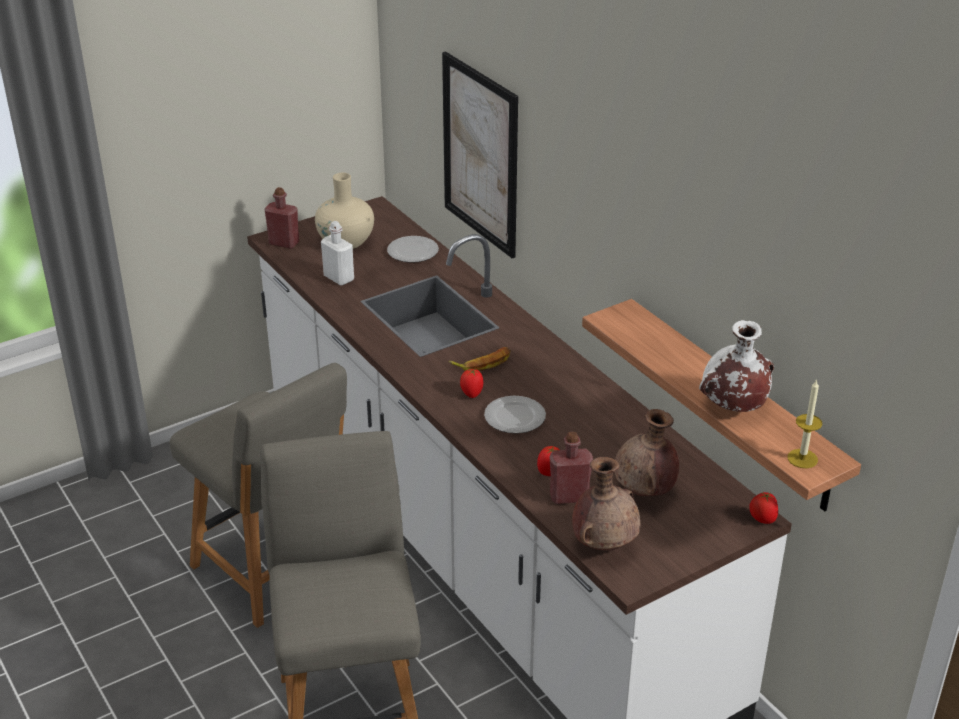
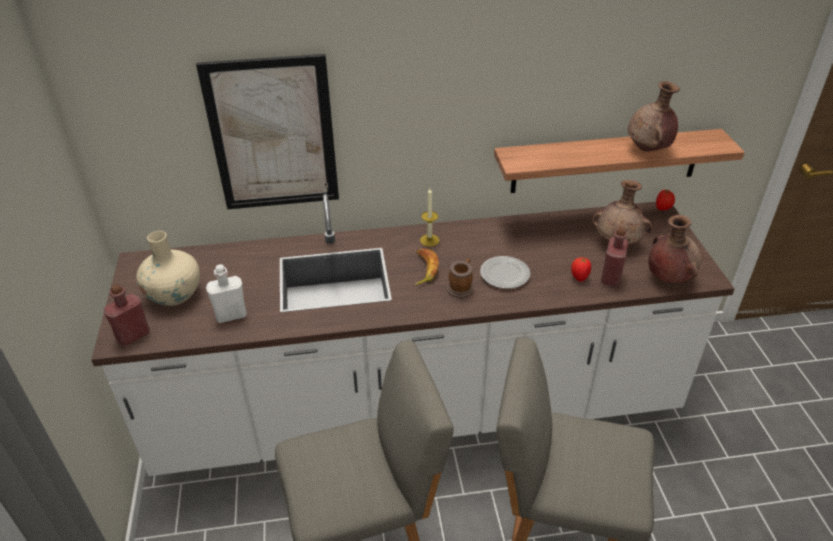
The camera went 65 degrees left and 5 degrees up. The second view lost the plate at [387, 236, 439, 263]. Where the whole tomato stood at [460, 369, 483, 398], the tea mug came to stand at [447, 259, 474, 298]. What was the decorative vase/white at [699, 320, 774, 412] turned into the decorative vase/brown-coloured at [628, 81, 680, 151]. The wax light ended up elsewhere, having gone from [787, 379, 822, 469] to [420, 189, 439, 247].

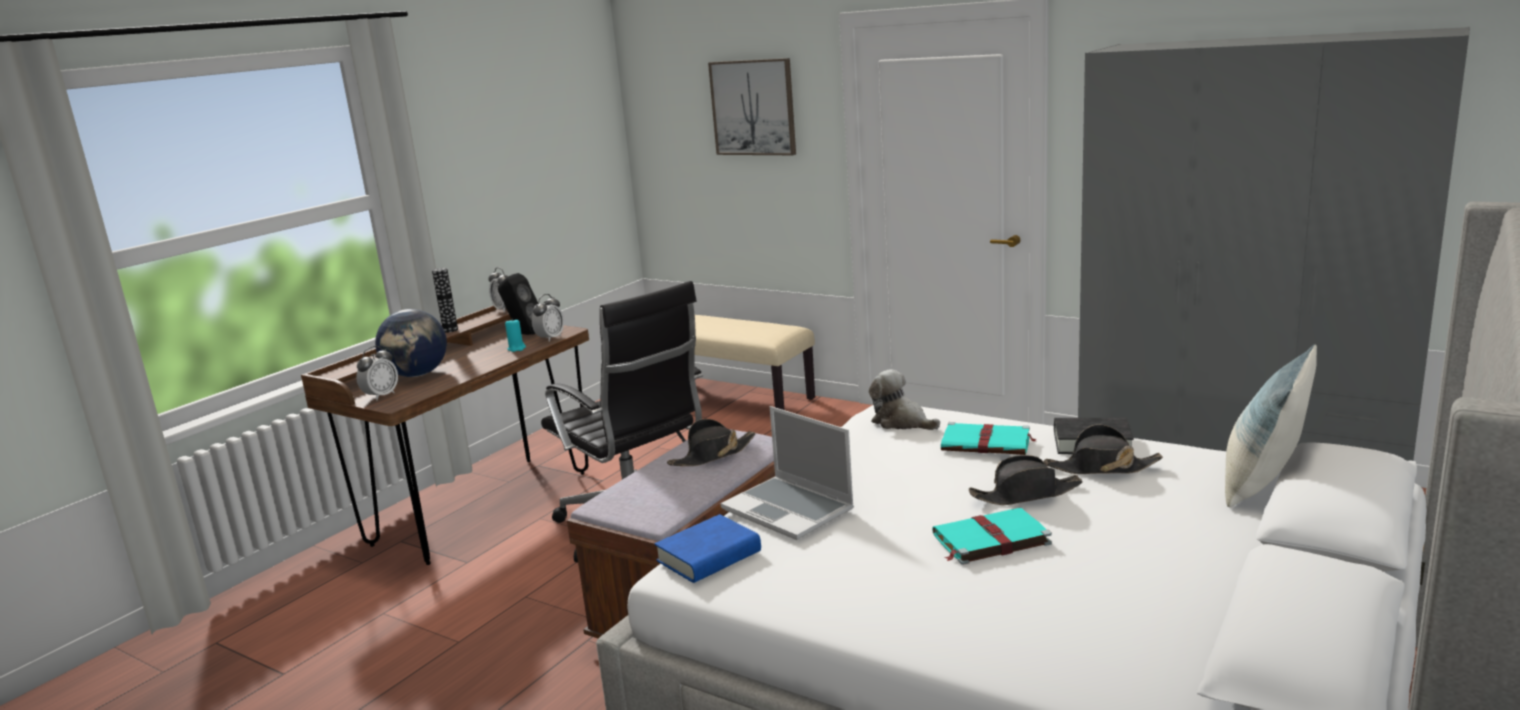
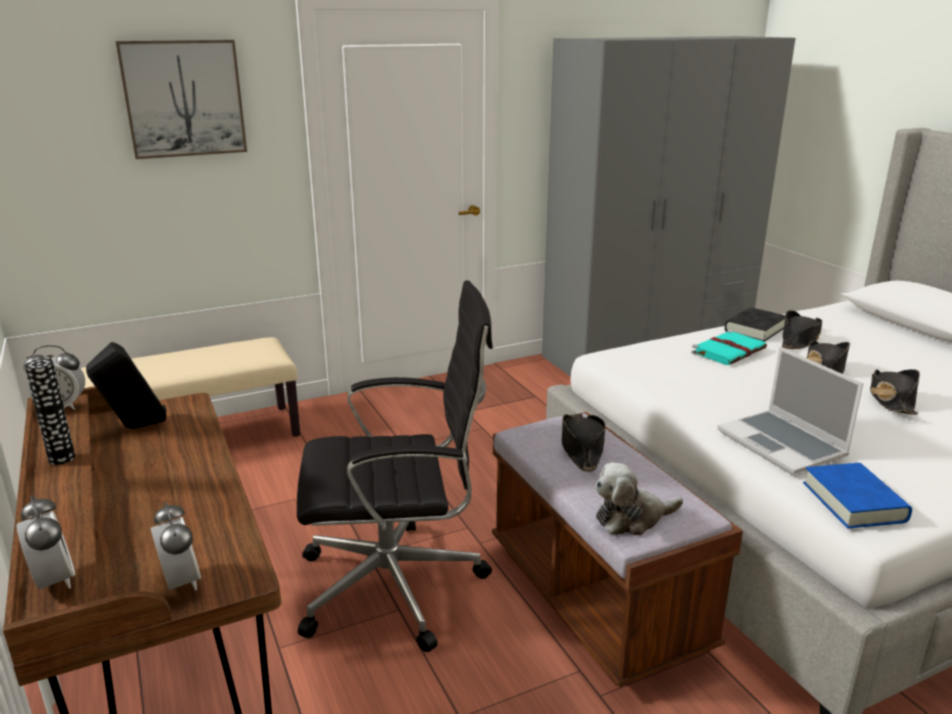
The camera went 60 degrees left and 5 degrees up. The second view lost the globe at [375, 309, 447, 377]. The second view lost the wax light/blue-green at [505, 319, 526, 352]. The alarm clock ended up elsewhere, having gone from [532, 294, 564, 342] to [17, 495, 75, 589]. The notebook computer at [720, 406, 854, 540] ended up facing another way, 75 degrees clockwise from before. The cuddly toy ended up elsewhere, having gone from [869, 369, 940, 430] to [595, 462, 683, 536]. Where the volume/blue-green stood at [932, 508, 1052, 565], the hat/black-coloured came to stand at [870, 369, 920, 415]. The second view lost the cushion at [1225, 345, 1317, 508].

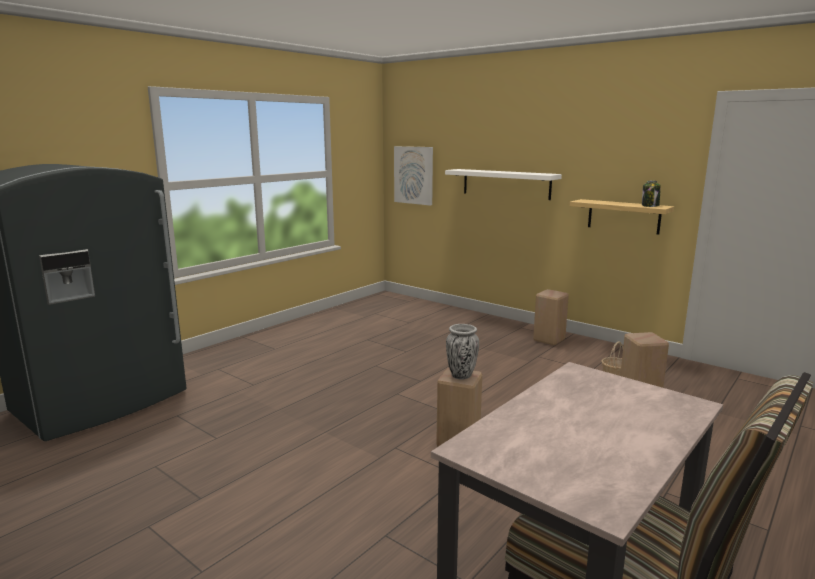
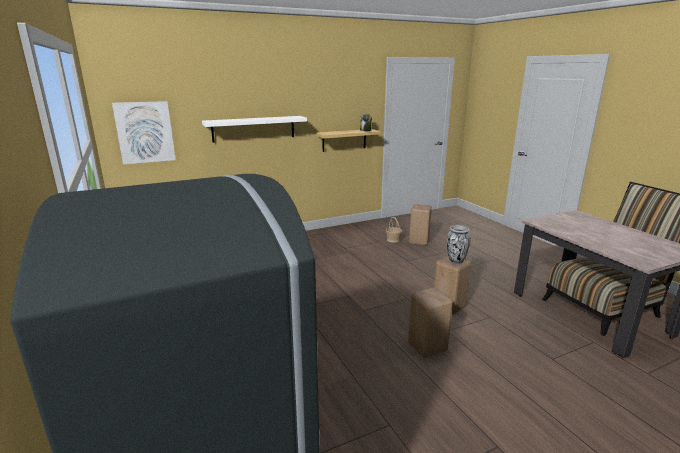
The camera went 65 degrees left and 5 degrees up. The sitting stool/beige ended up elsewhere, having gone from [533, 289, 569, 345] to [408, 288, 453, 358].

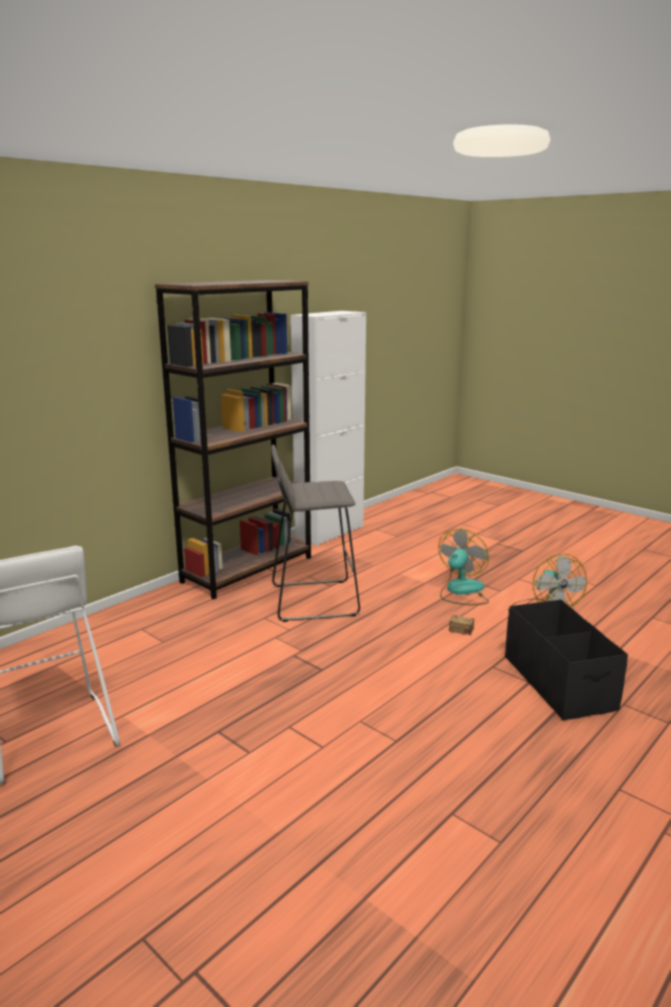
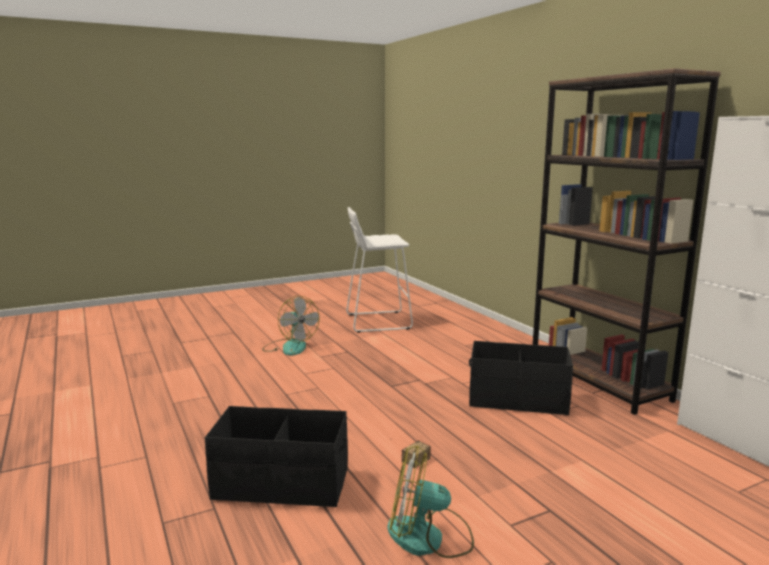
The camera went 110 degrees right and 5 degrees down. Where the sitting stool/greyish stood at [271, 445, 360, 622], the storage box/black-coloured came to stand at [469, 341, 573, 415]. The cooling fan ended up elsewhere, having gone from [438, 529, 489, 605] to [262, 296, 320, 356].

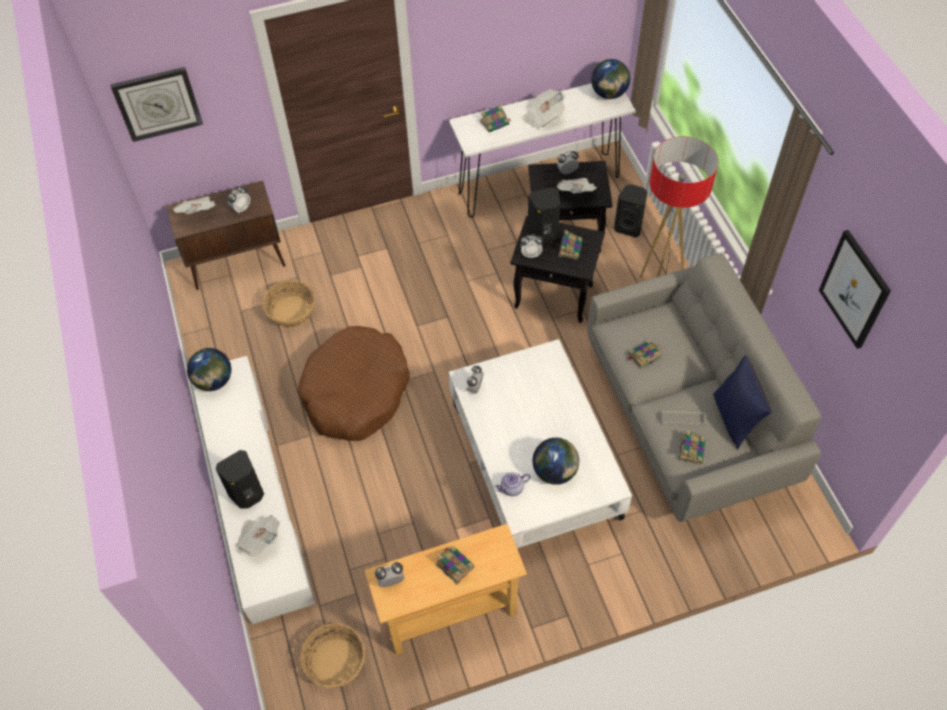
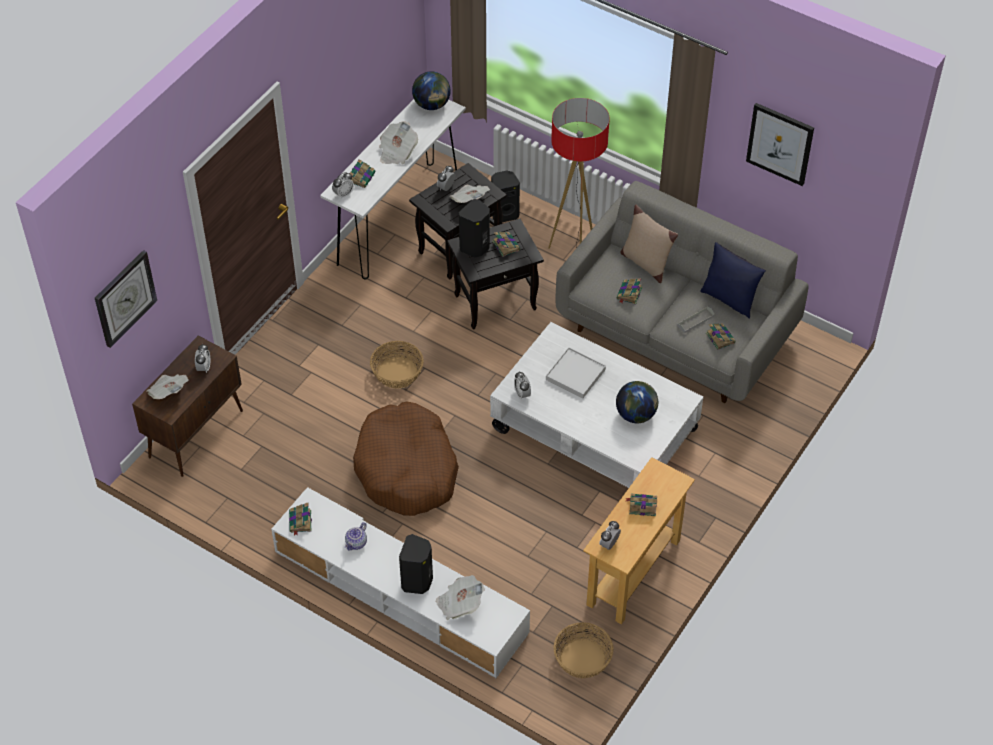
The camera went 40 degrees left and 5 degrees down. Where the globe stood at [187, 348, 231, 391], the volume came to stand at [289, 503, 312, 536]. The storage basket ended up elsewhere, having gone from [262, 280, 315, 328] to [370, 341, 424, 389]. The pot for tea ended up elsewhere, having gone from [494, 472, 531, 496] to [345, 522, 367, 550]. The alarm clock ended up elsewhere, having gone from [520, 235, 543, 258] to [332, 172, 354, 199]. The second view gained the carrying tray/white at [546, 347, 606, 398]. The second view gained the cushion/beige at [620, 205, 678, 283].

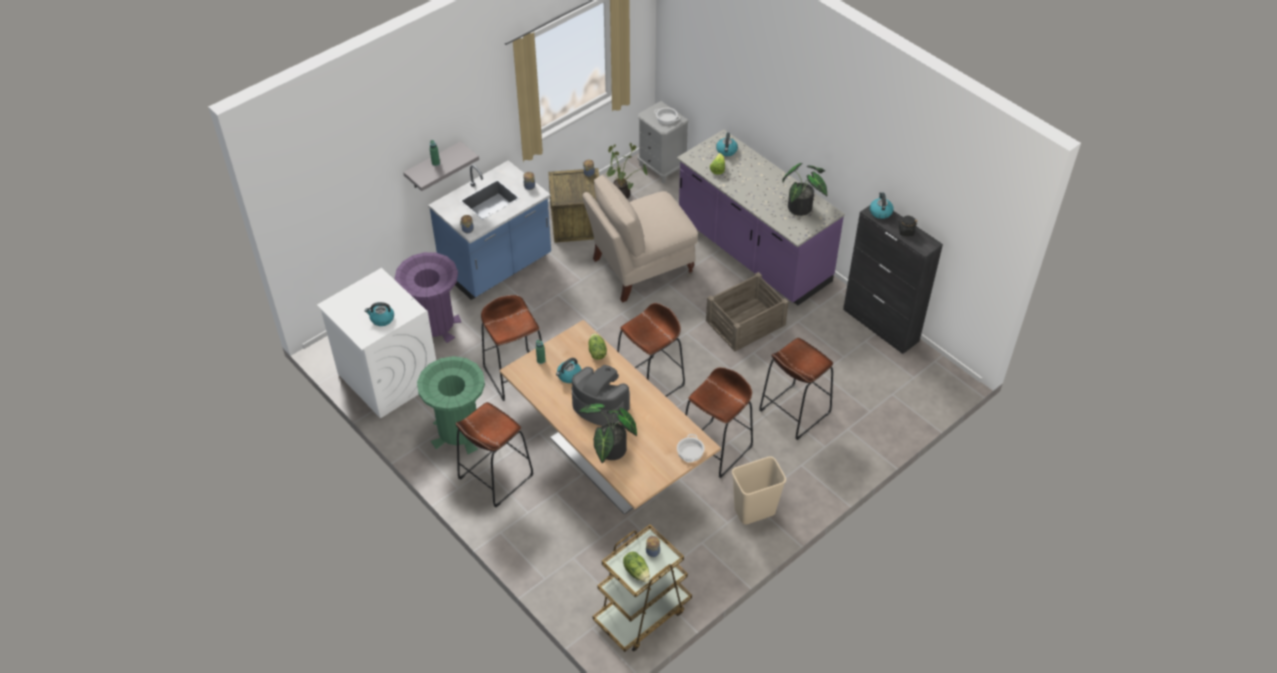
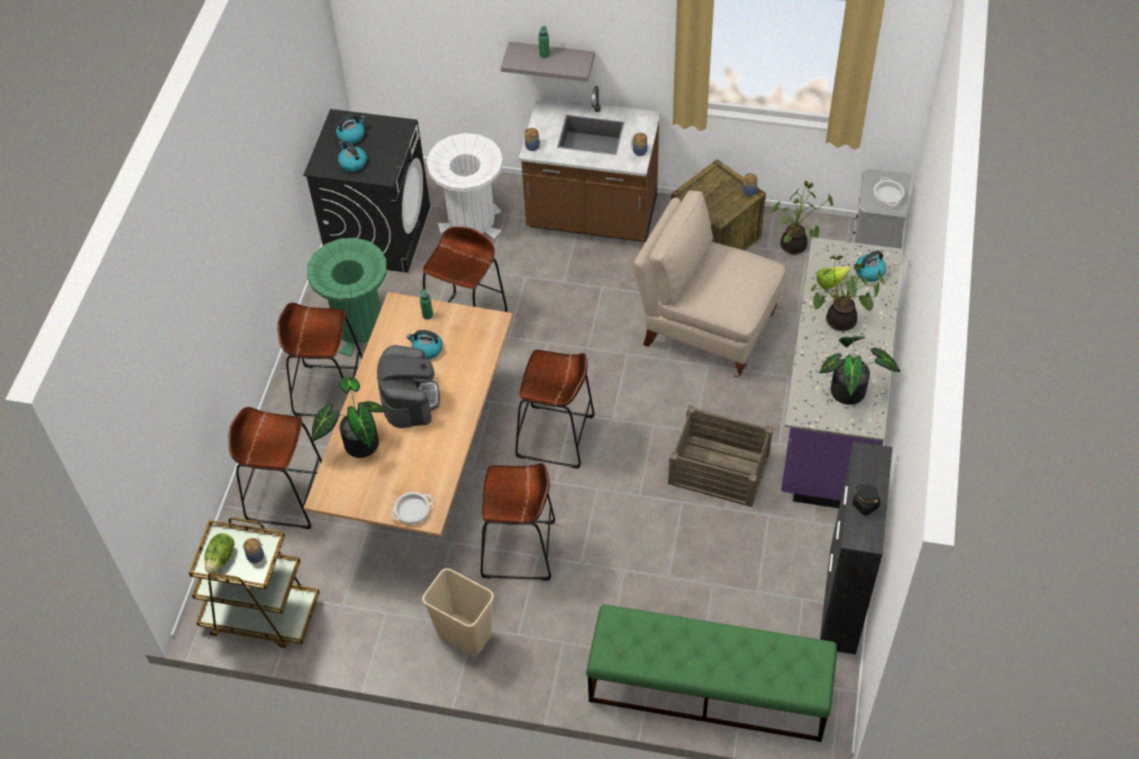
The camera went 55 degrees right and 5 degrees up. What was the laundry appliance/white at [317, 268, 436, 419] turned into the laundry appliance/black-coloured at [303, 109, 430, 273]. What was the trash can/purplish at [395, 252, 462, 343] turned into the trash can/white at [427, 133, 503, 239]. What was the kitchen counter/blue at [428, 160, 551, 300] turned into the kitchen counter/brown-coloured at [519, 86, 661, 242]. The second view lost the lettuce at [588, 333, 607, 360]. The sitting stool/brown-coloured ended up elsewhere, having gone from [759, 338, 833, 440] to [228, 407, 322, 529]. The water kettle ended up elsewhere, having gone from [870, 192, 894, 219] to [336, 114, 365, 144]. The second view gained the long seat/green-coloured at [586, 604, 837, 742]. The second view gained the houseplant at [811, 256, 885, 331].

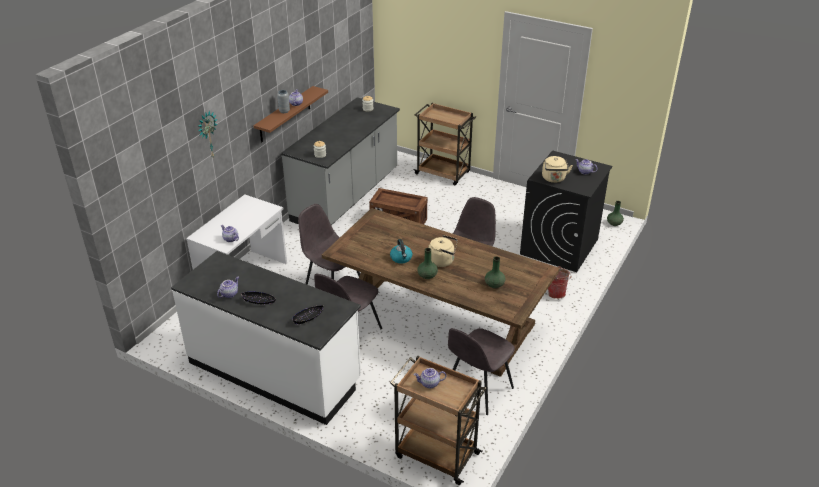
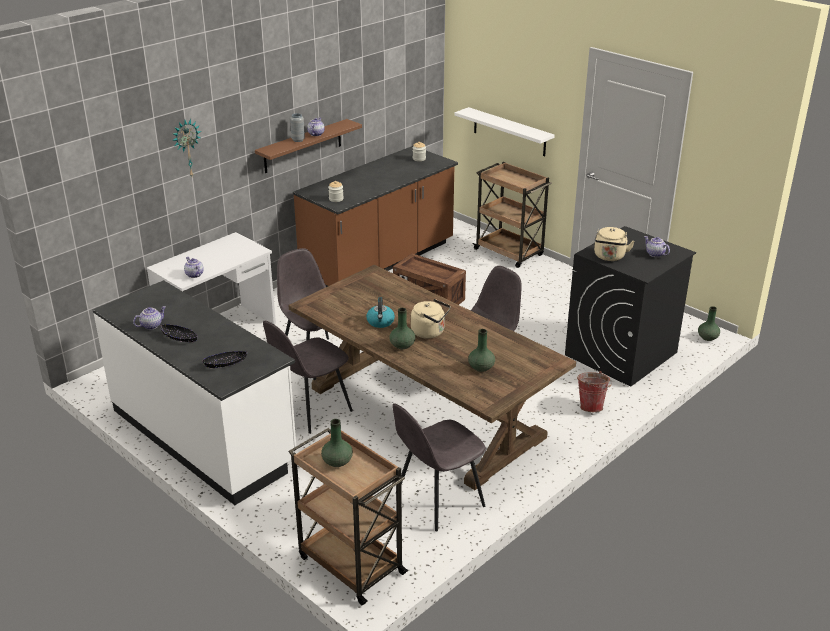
The camera went 15 degrees right and 5 degrees down. What was the kitchen counter/greyish at [281, 97, 400, 225] turned into the kitchen counter/brown-coloured at [293, 146, 458, 287]. Where the pot for tea stood at [413, 368, 446, 388], the decorative vase/green-coloured came to stand at [321, 419, 353, 467]. The second view gained the bracket shelf/white at [454, 107, 555, 156].

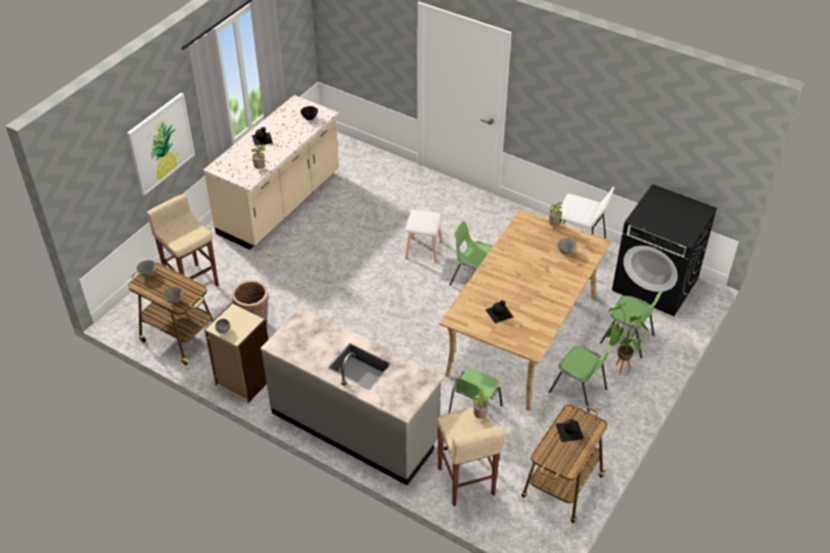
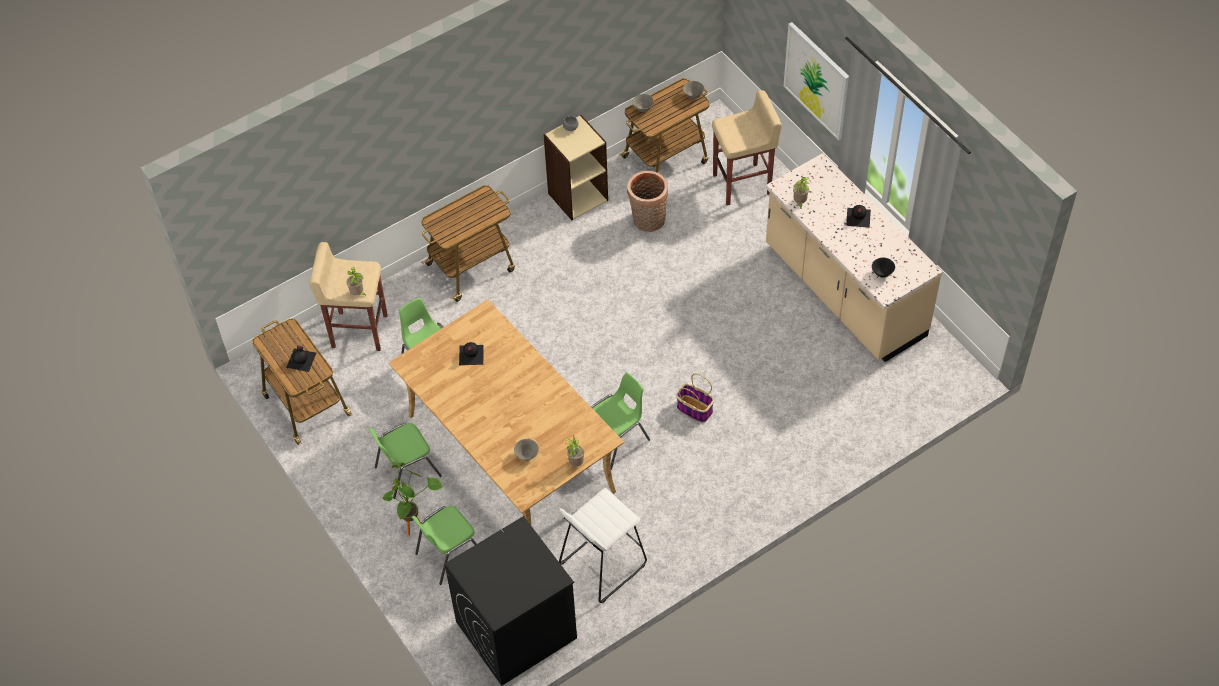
The camera went 115 degrees right and 10 degrees up. Where the kitchen counter/greyish stood at [260, 307, 444, 485], the trolley came to stand at [421, 185, 515, 302]. Where the sitting stool/white stood at [405, 210, 442, 263], the storage basket came to stand at [676, 373, 714, 422].

